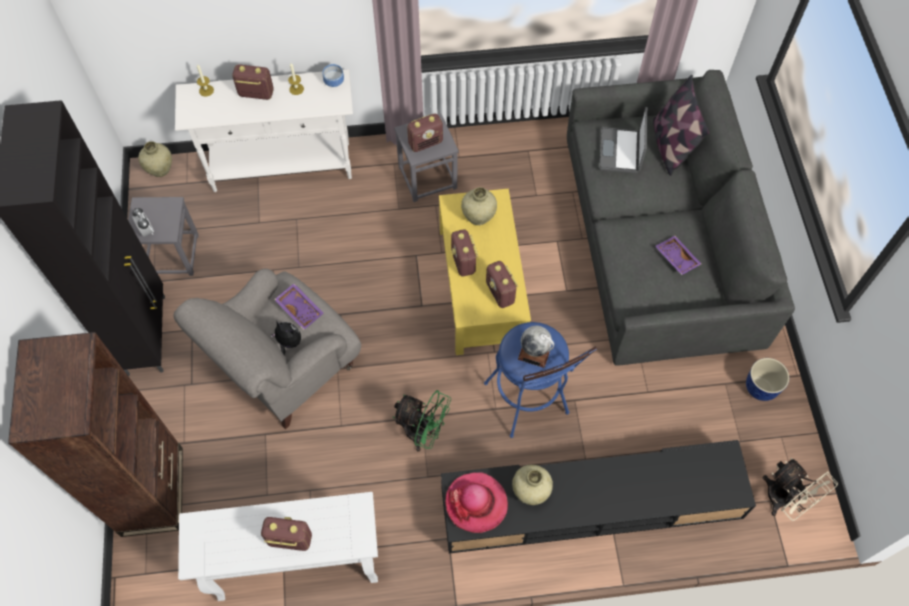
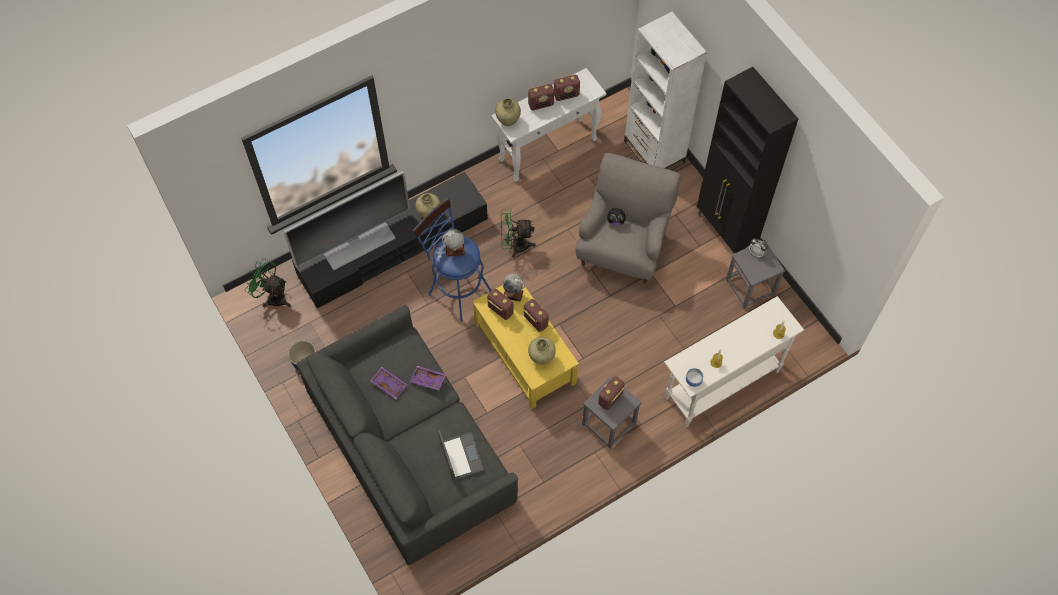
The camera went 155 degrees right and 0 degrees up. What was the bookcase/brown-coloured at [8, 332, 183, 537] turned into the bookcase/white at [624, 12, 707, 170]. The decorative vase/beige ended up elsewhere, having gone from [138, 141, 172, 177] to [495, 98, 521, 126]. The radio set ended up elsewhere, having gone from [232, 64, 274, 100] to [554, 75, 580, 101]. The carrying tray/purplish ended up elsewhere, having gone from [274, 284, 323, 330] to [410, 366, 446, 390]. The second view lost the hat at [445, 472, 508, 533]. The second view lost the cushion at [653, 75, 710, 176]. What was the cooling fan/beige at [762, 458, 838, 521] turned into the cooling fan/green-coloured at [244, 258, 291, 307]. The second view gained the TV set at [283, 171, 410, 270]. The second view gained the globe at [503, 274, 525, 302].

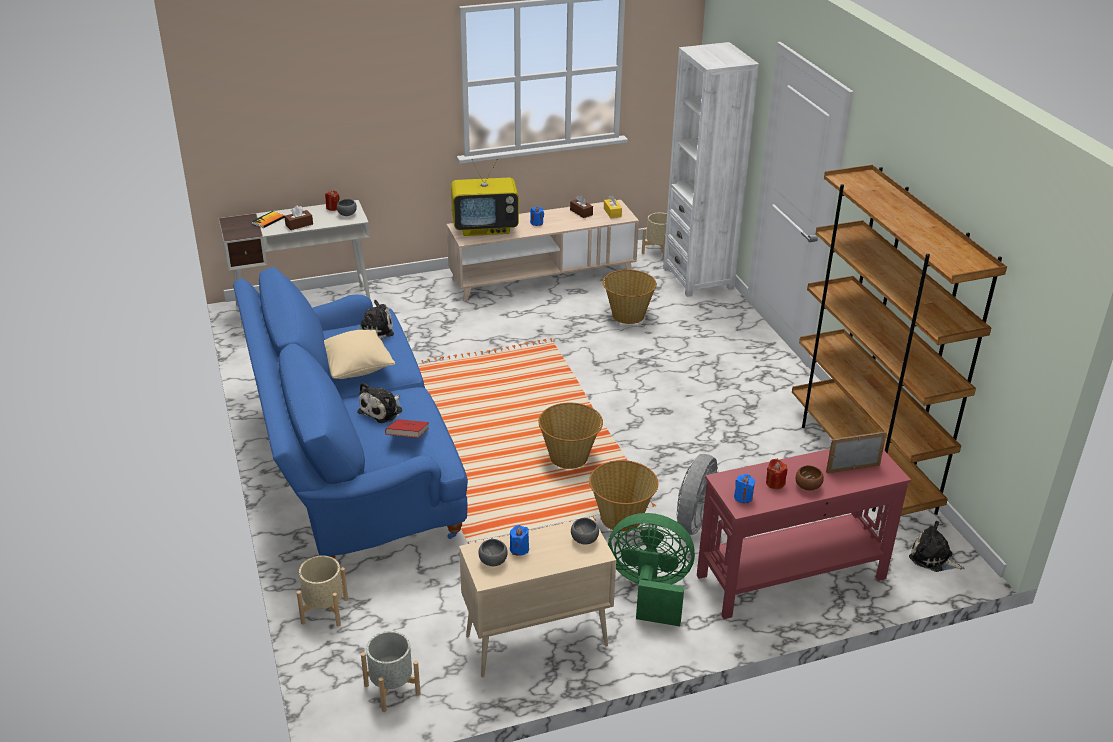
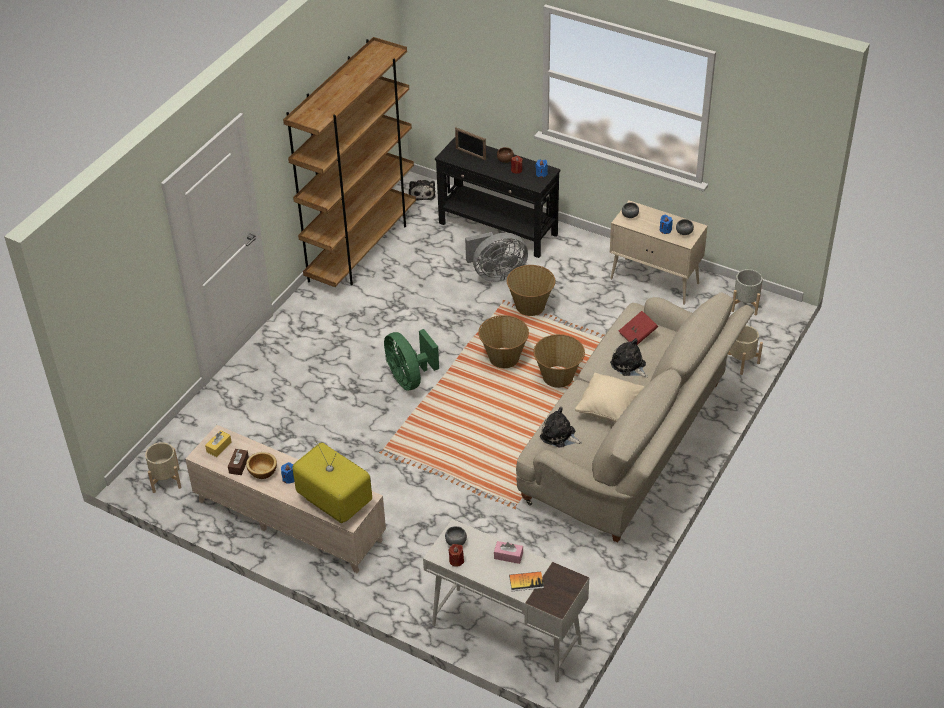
The camera went 130 degrees left and 10 degrees up. What was the settee/blue at [233, 267, 468, 559] turned into the settee/beige at [516, 292, 754, 543]. What was the tissue holder/brown-coloured at [284, 205, 313, 230] turned into the tissue holder/pink-coloured at [494, 541, 523, 564]. The cuddly toy at [358, 382, 402, 423] ended up facing another way, 120 degrees counterclockwise from before. The storage basket ended up elsewhere, having gone from [602, 270, 657, 324] to [534, 334, 585, 388]. The cooling fan/green-coloured ended up elsewhere, having gone from [608, 513, 695, 626] to [384, 329, 439, 391]. The second view lost the bookcase/white at [663, 42, 759, 297]. What was the console table/red-coloured at [697, 449, 911, 619] turned into the console table/black-coloured at [435, 137, 561, 258]. The second view gained the bowl at [246, 452, 277, 479].

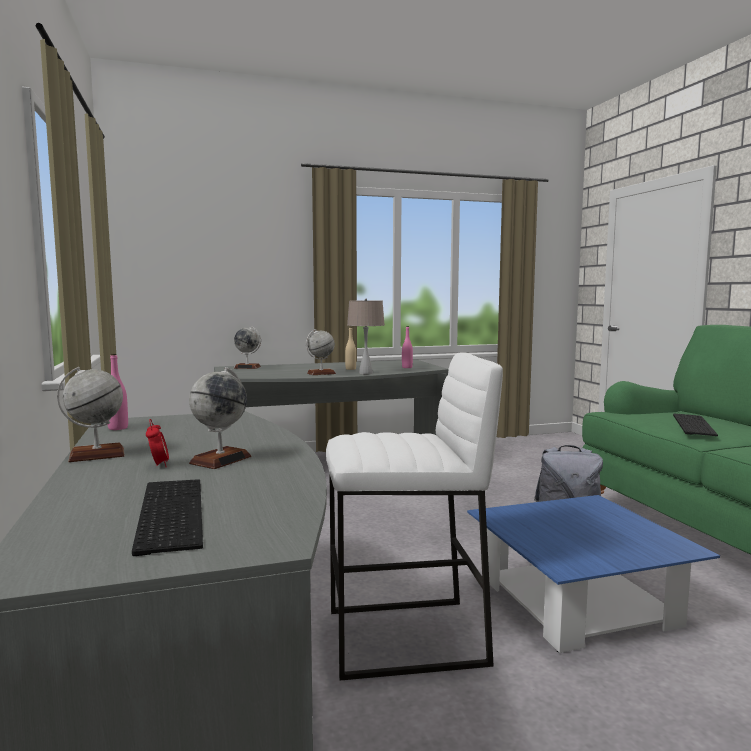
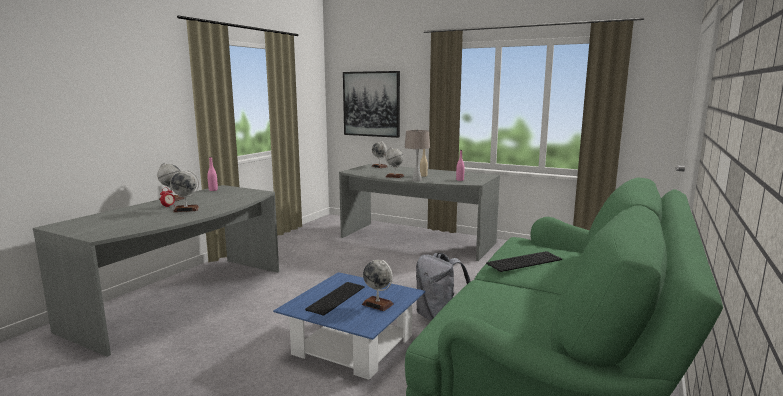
The camera went 45 degrees right and 5 degrees up. The computer keyboard ended up elsewhere, having gone from [132, 479, 203, 556] to [305, 282, 365, 316]. The second view lost the sitting stool/white at [326, 352, 503, 680]. The second view gained the wall art at [343, 71, 400, 138]. The second view gained the globe at [362, 260, 394, 311].

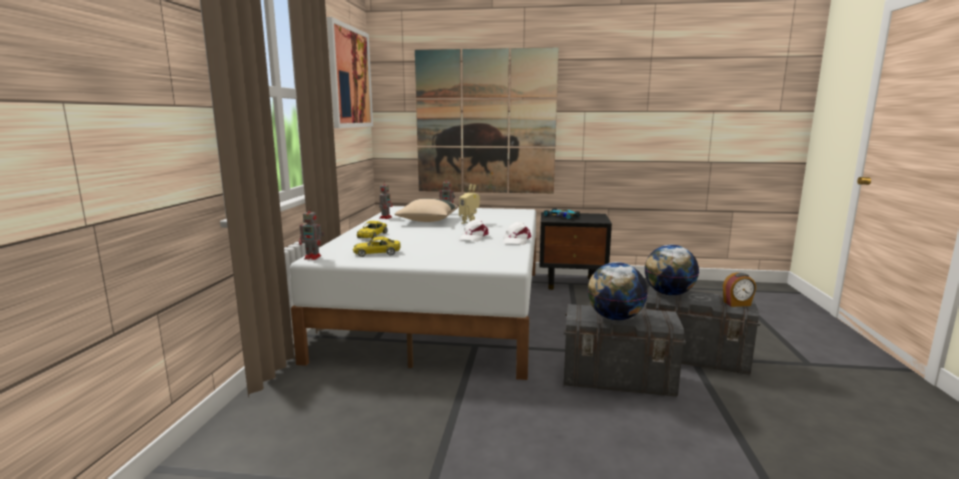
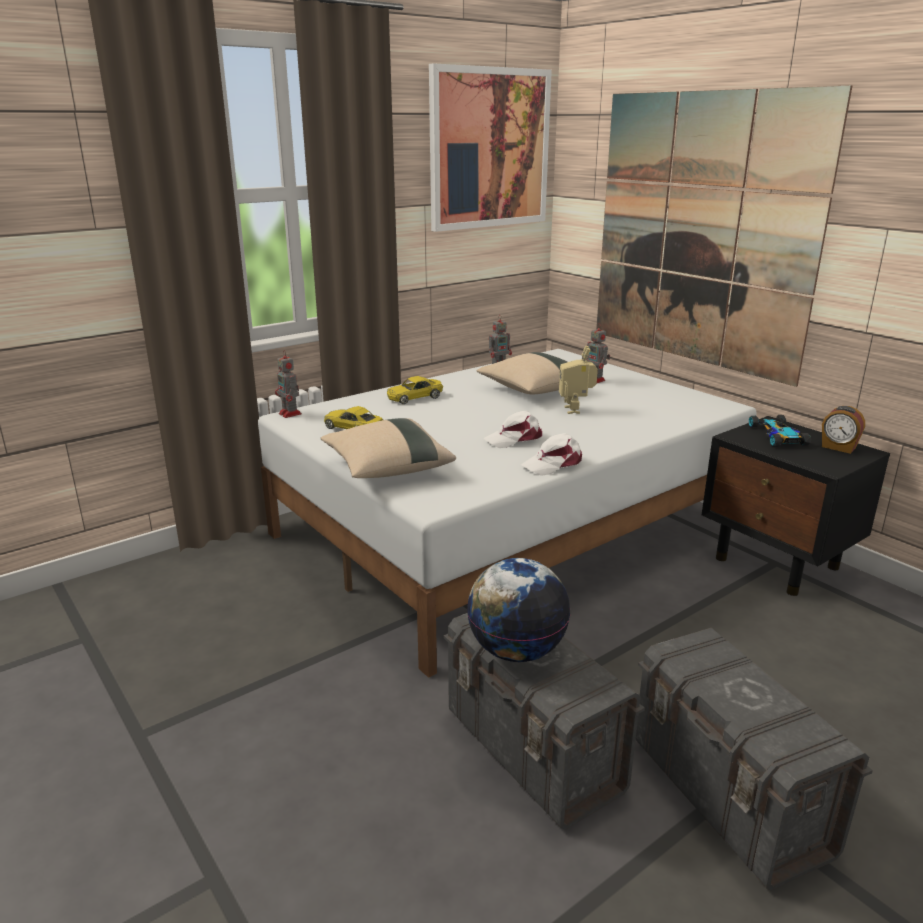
The camera went 45 degrees right and 10 degrees up. The second view lost the globe at [644, 245, 699, 296]. The alarm clock ended up elsewhere, having gone from [723, 272, 756, 307] to [822, 406, 865, 454]. The second view gained the cushion/beige at [321, 418, 456, 478].

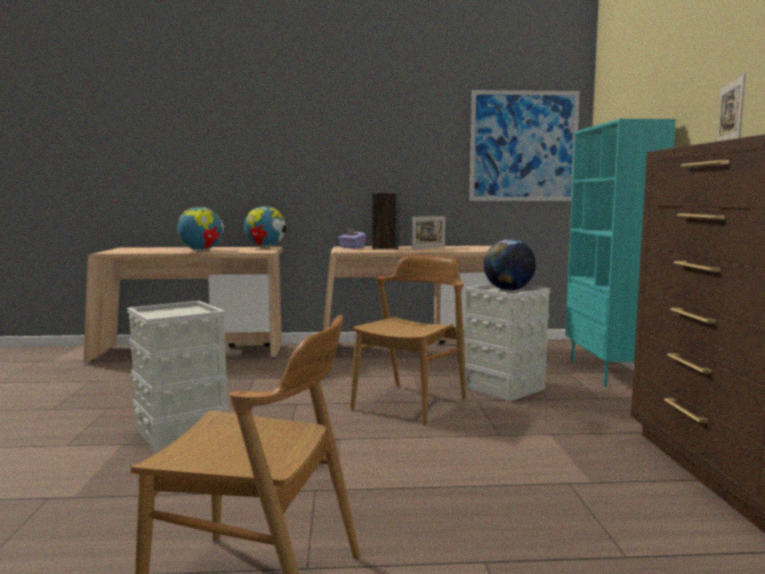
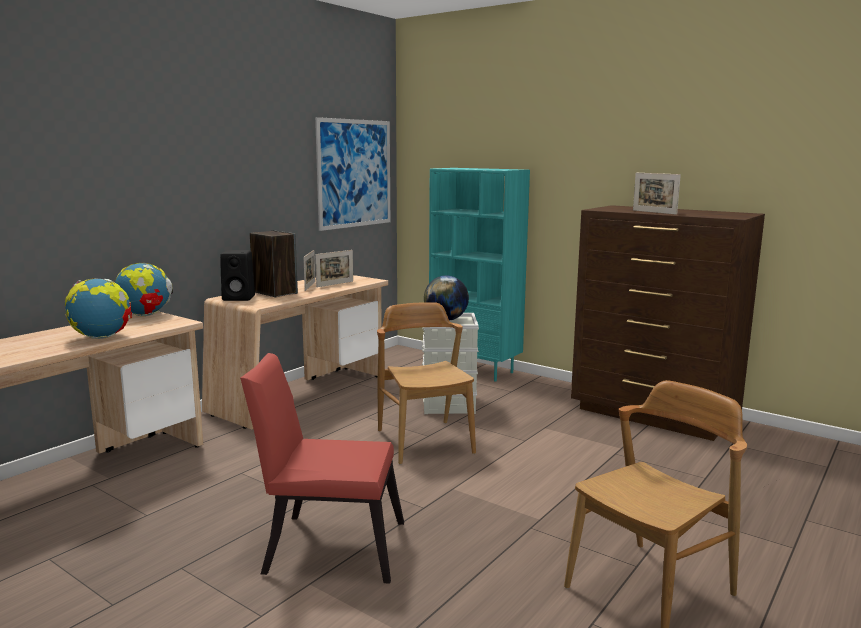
The camera went 50 degrees left and 5 degrees up. Where the storage box/greyish stood at [127, 301, 229, 452], the upright chair/red-coloured came to stand at [240, 353, 404, 584]. Where the tissue holder/purplish stood at [338, 227, 367, 249], the loudspeaker/black-coloured came to stand at [220, 250, 255, 301]. The second view gained the picture frame at [315, 250, 353, 287].

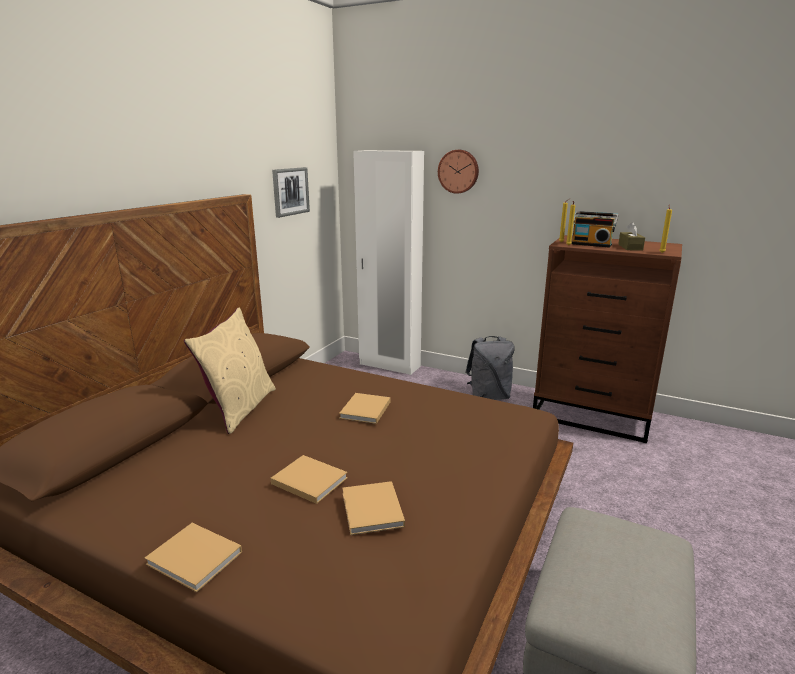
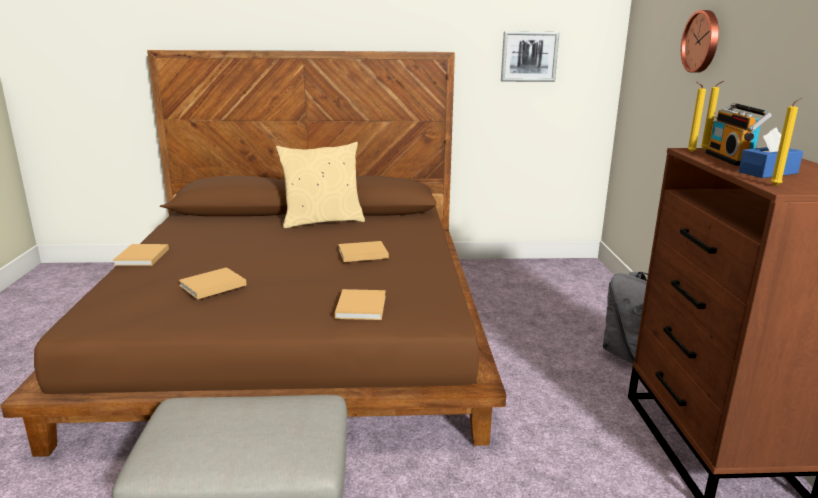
The camera went 60 degrees right and 0 degrees up. The volume/beige ended up elsewhere, having gone from [271, 455, 348, 504] to [335, 289, 386, 320]. The second view lost the armoire/white at [353, 150, 424, 375]. What was the tissue holder/brown-coloured at [618, 222, 645, 251] turned into the tissue holder/blue at [738, 128, 803, 178].

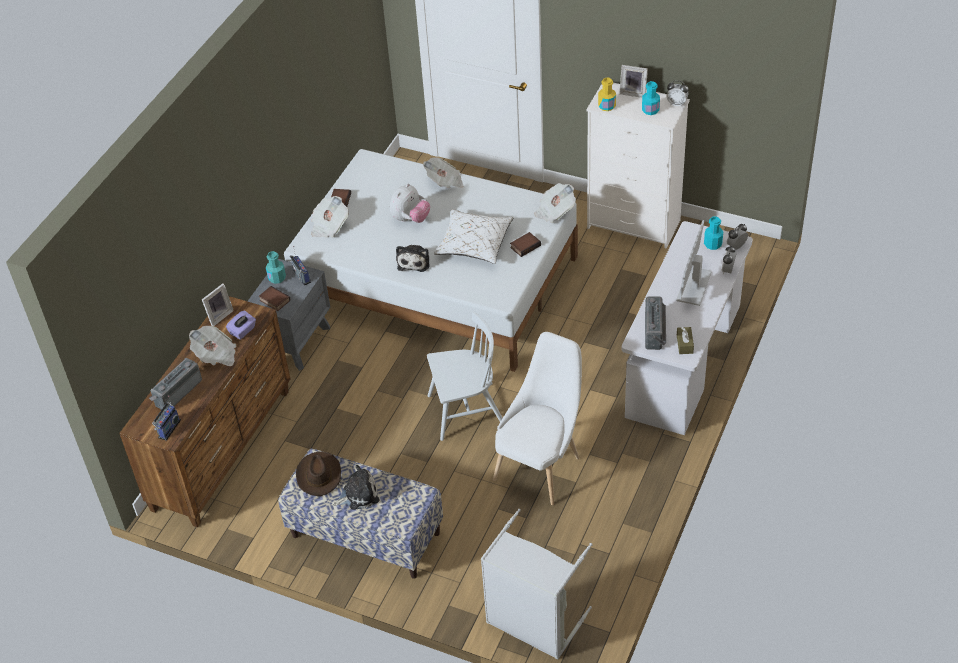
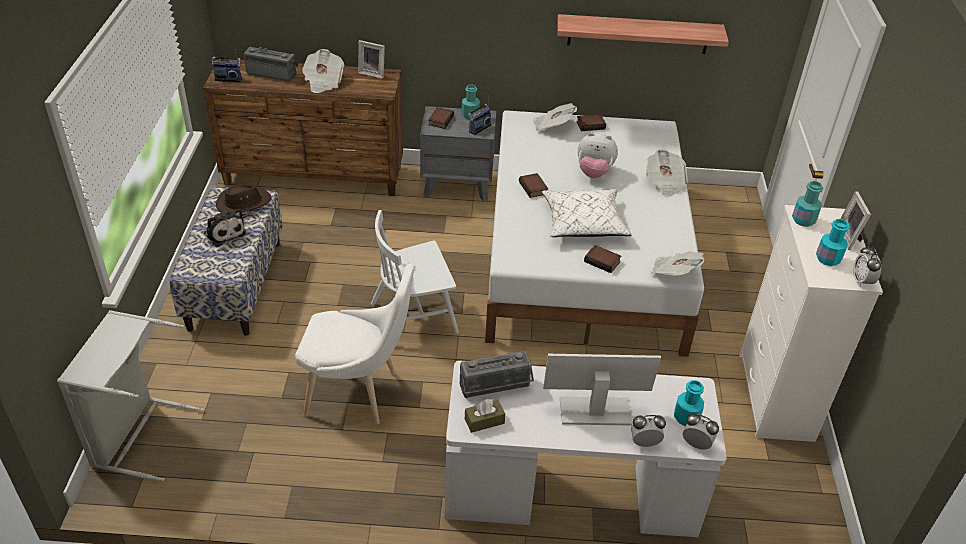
The camera went 65 degrees right and 5 degrees down. The second view lost the tissue holder/purplish at [226, 310, 256, 340]. Where the cuddly toy stood at [396, 245, 430, 272], the volume came to stand at [519, 173, 548, 198]. The upright chair/white at [427, 312, 503, 441] ended up facing another way, 105 degrees clockwise from before. What was the beverage bottle/yellowish at [598, 78, 616, 111] turned into the beverage bottle/blue-green at [792, 181, 823, 227]. The second view gained the bracket shelf at [557, 14, 729, 54].

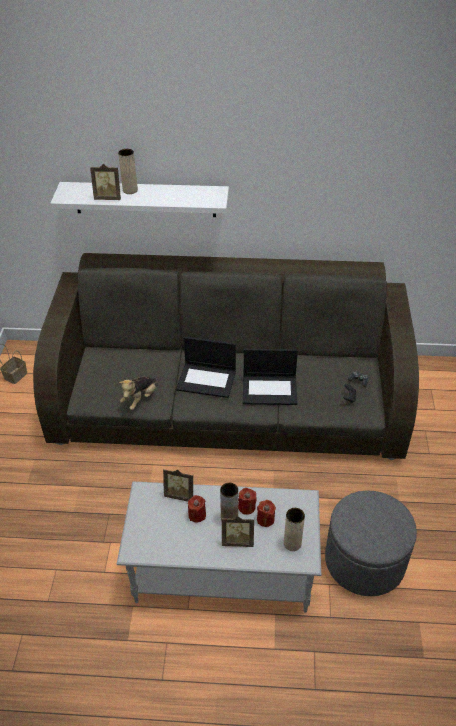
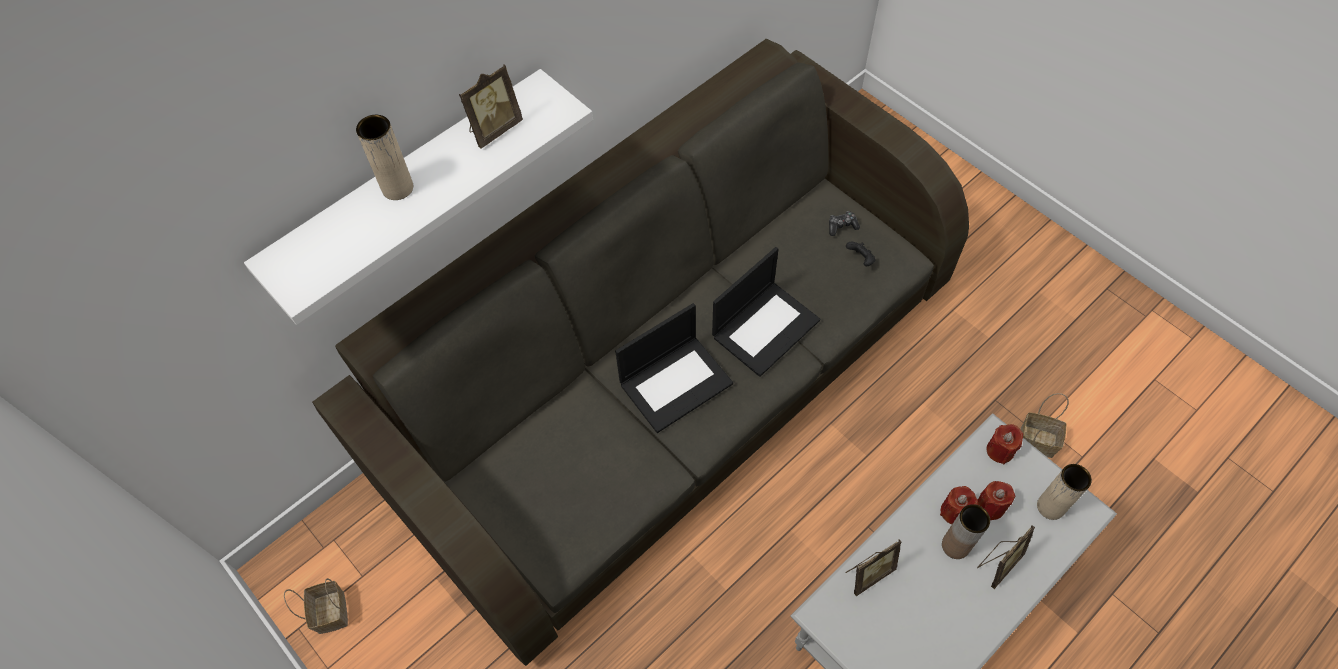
The camera went 45 degrees left and 15 degrees up. The picture frame ended up elsewhere, having gone from [90, 164, 121, 200] to [459, 64, 523, 148]. The second view lost the cuddly toy at [119, 376, 159, 410]. The wax light/red-coloured ended up elsewhere, having gone from [188, 495, 206, 522] to [987, 424, 1023, 464]. Where the footrest/greyish stood at [325, 490, 417, 596], the storage basket came to stand at [1020, 393, 1069, 458].

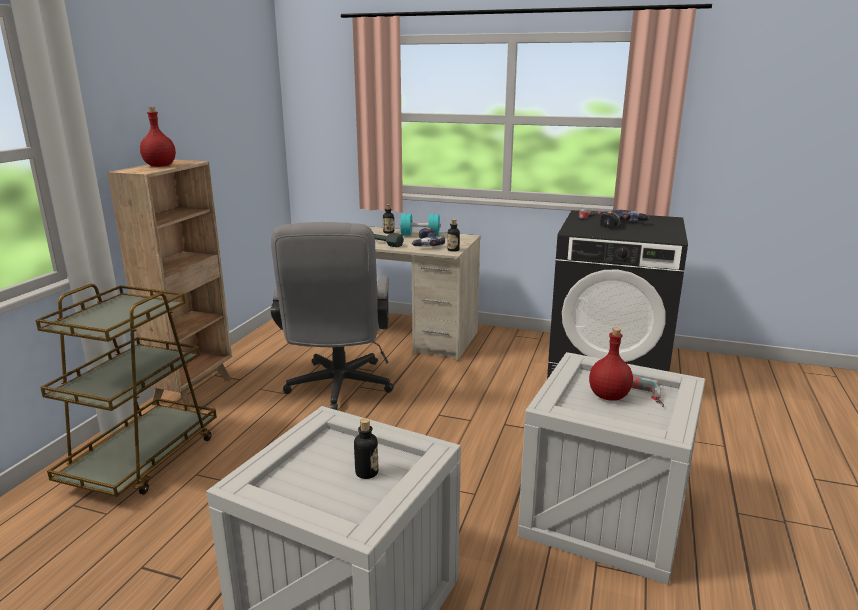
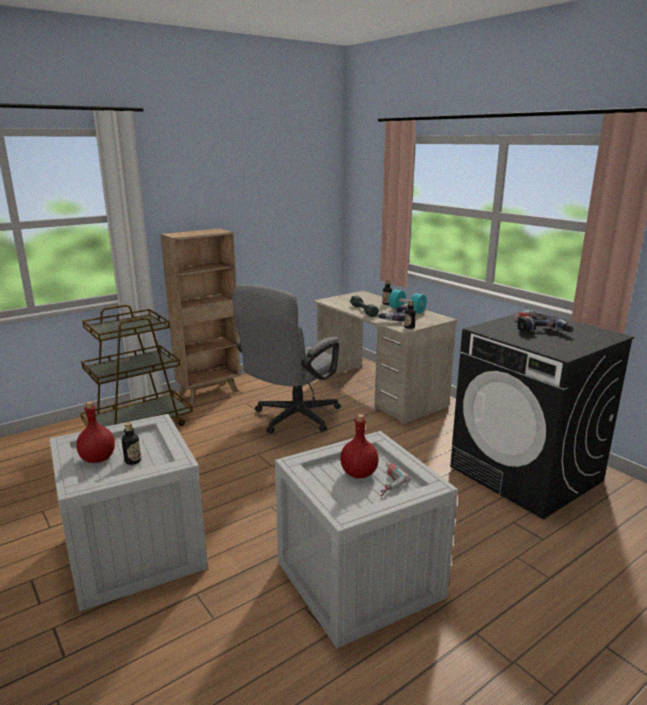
The camera went 35 degrees right and 0 degrees up. The beverage bottle/red-coloured ended up elsewhere, having gone from [140, 107, 176, 167] to [76, 401, 115, 463].

